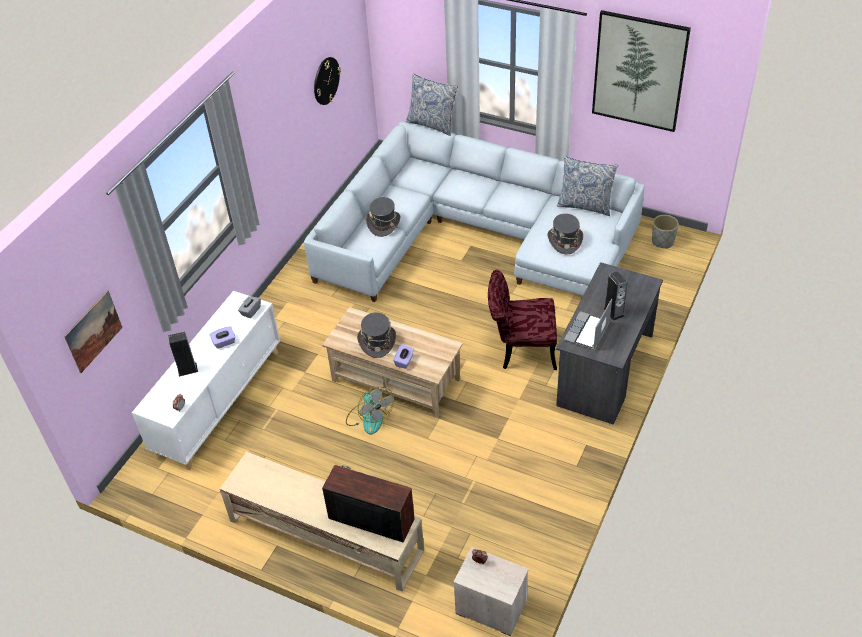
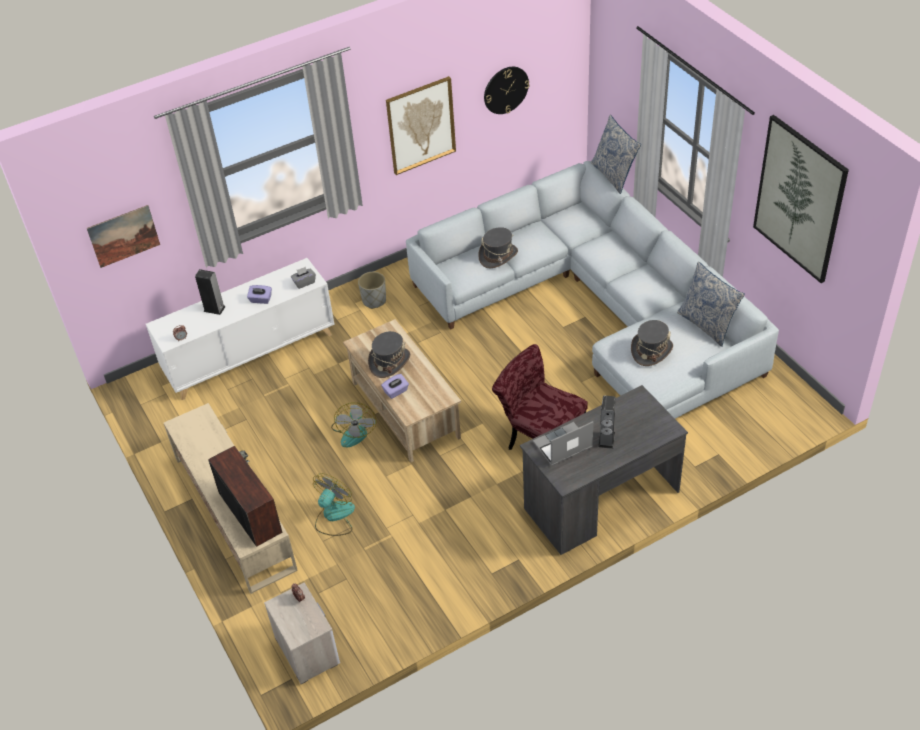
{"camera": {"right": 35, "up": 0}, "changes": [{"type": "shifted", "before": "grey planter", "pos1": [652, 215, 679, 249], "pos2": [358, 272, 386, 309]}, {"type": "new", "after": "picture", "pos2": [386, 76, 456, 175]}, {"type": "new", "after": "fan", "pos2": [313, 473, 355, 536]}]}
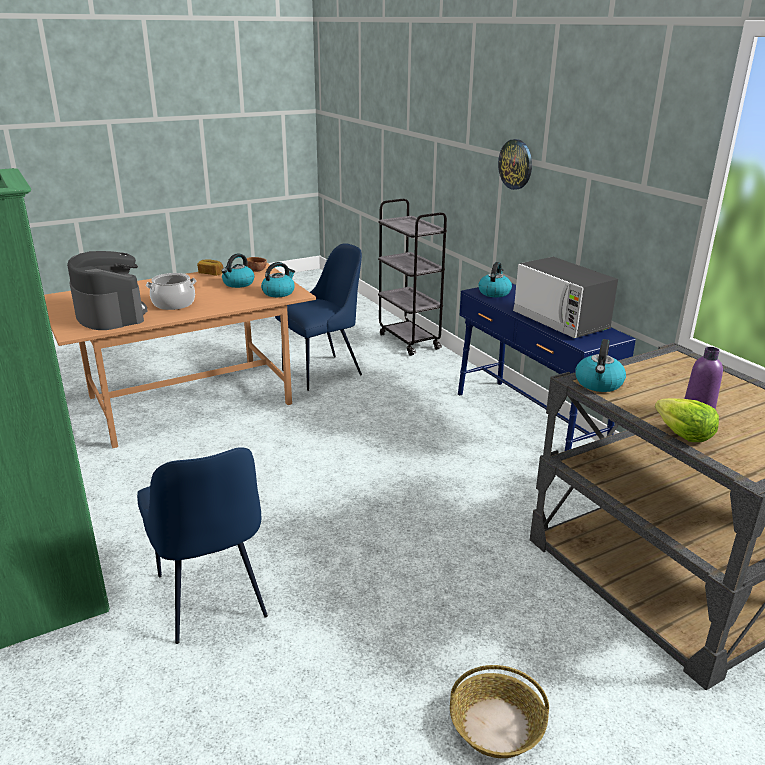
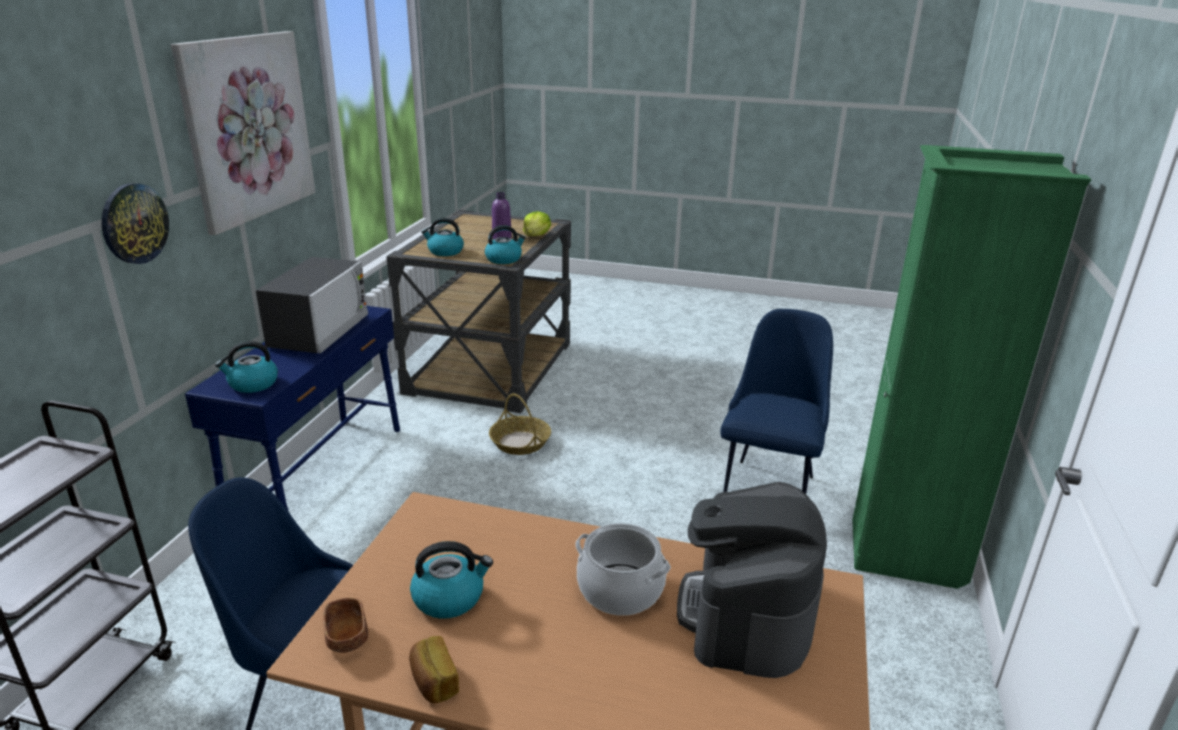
{"camera": {"right": -135, "up": 0}, "changes": [{"type": "shifted", "before": "kettle", "pos1": [261, 262, 295, 297], "pos2": [421, 218, 464, 256]}, {"type": "shifted", "before": "basket", "pos1": [450, 665, 549, 758], "pos2": [489, 393, 551, 455]}, {"type": "new", "after": "picture", "pos2": [171, 31, 316, 235]}]}
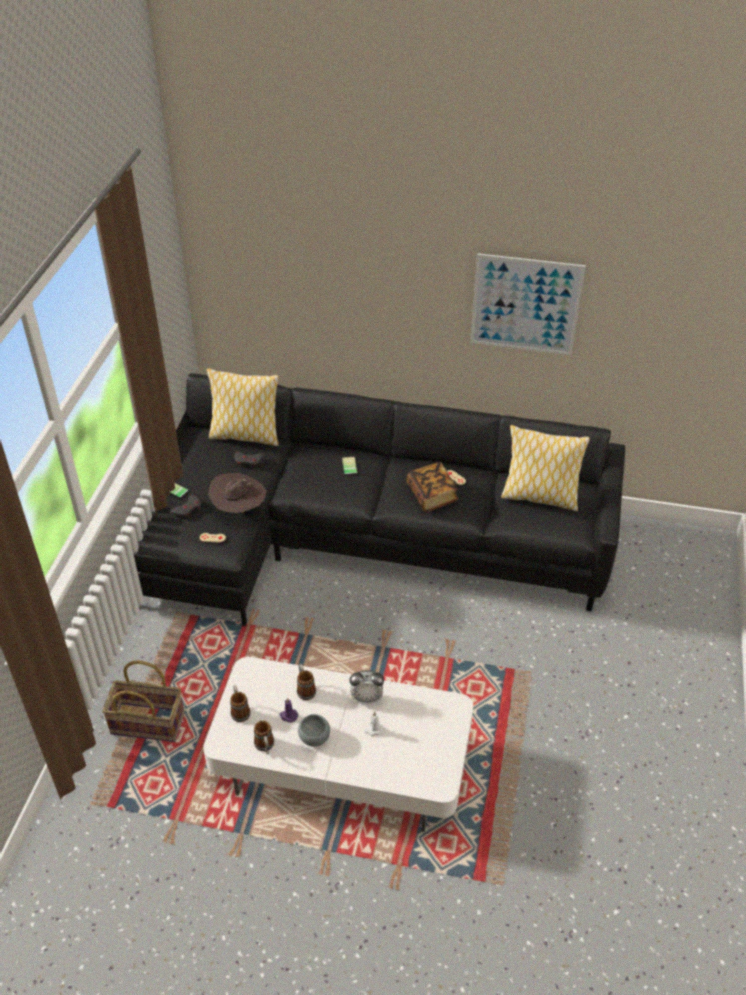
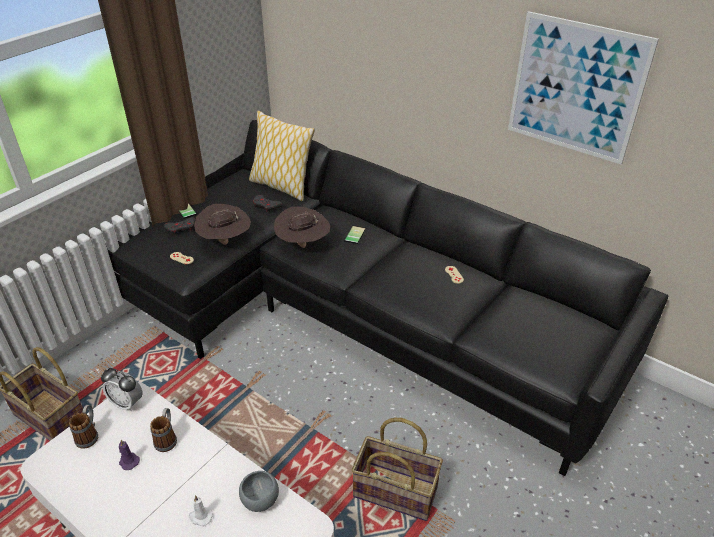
{"camera": {"right": 25, "up": -5}, "changes": [{"type": "gone", "before": "pillow", "pos1": [501, 425, 590, 511]}, {"type": "gone", "before": "book", "pos1": [406, 462, 458, 512]}, {"type": "shifted", "before": "alarm clock", "pos1": [349, 670, 384, 704], "pos2": [101, 368, 143, 412]}, {"type": "shifted", "before": "grey bowl", "pos1": [298, 714, 330, 747], "pos2": [239, 471, 279, 512]}, {"type": "gone", "before": "mug", "pos1": [254, 721, 274, 755]}, {"type": "new", "after": "brown hat", "pos2": [274, 207, 330, 248]}, {"type": "new", "after": "basket", "pos2": [352, 418, 443, 521]}]}
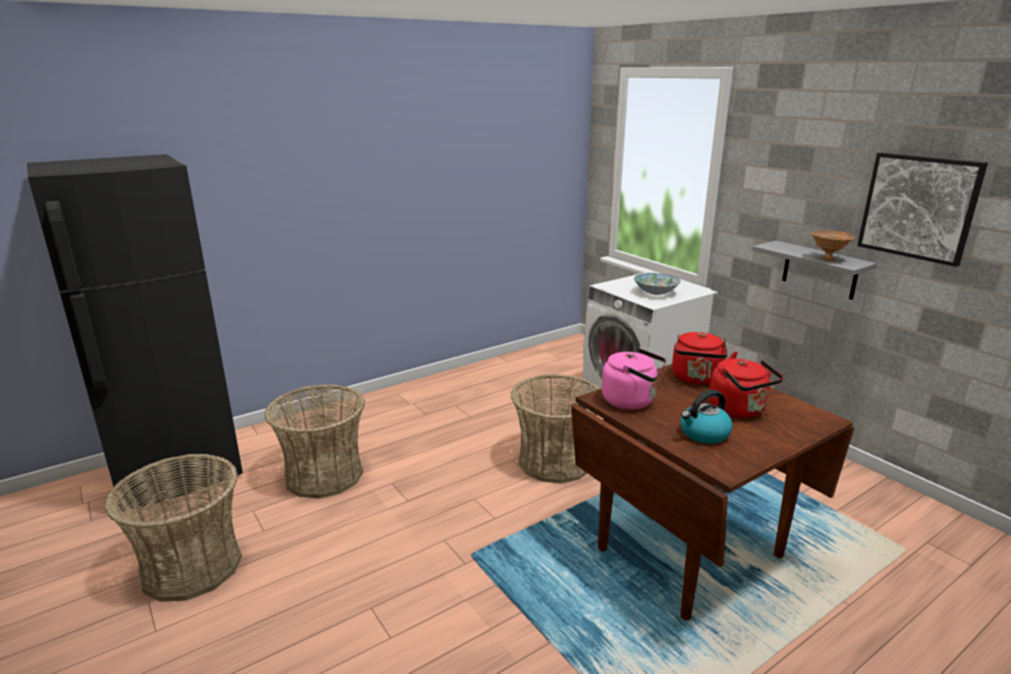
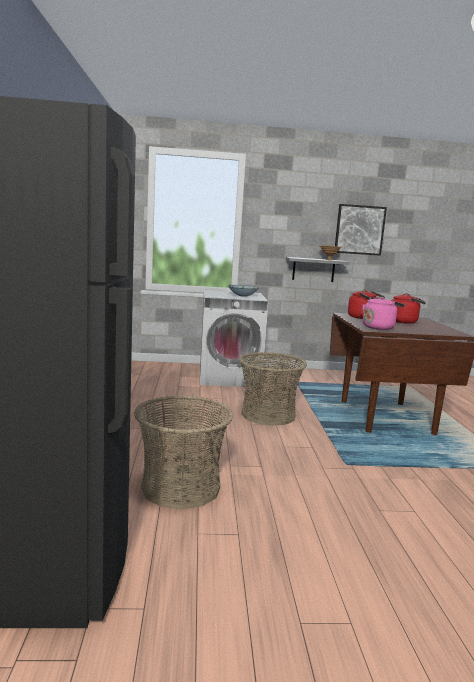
{"camera": {"right": -60, "up": -10}, "changes": [{"type": "gone", "before": "kettle", "pos1": [680, 390, 733, 444]}, {"type": "gone", "before": "basket", "pos1": [104, 454, 242, 602]}]}
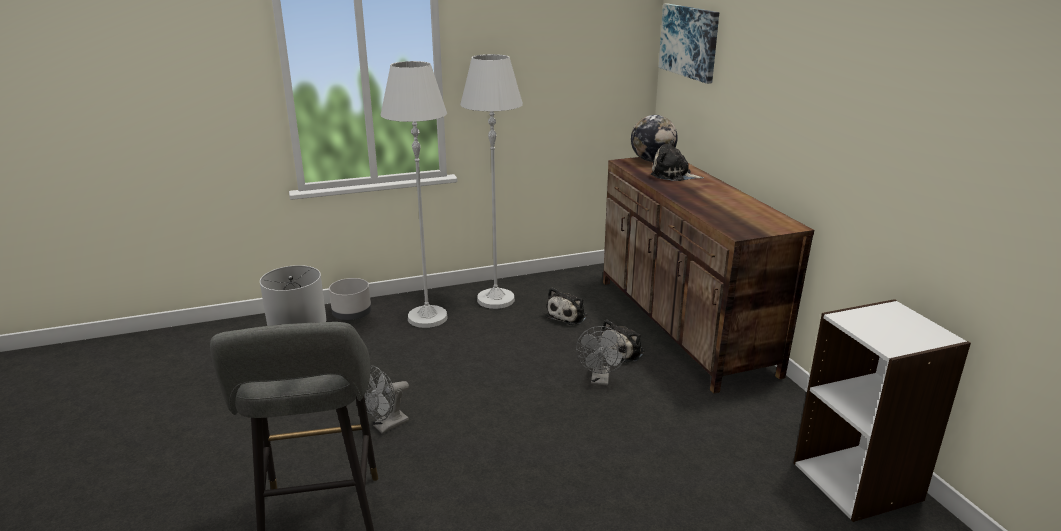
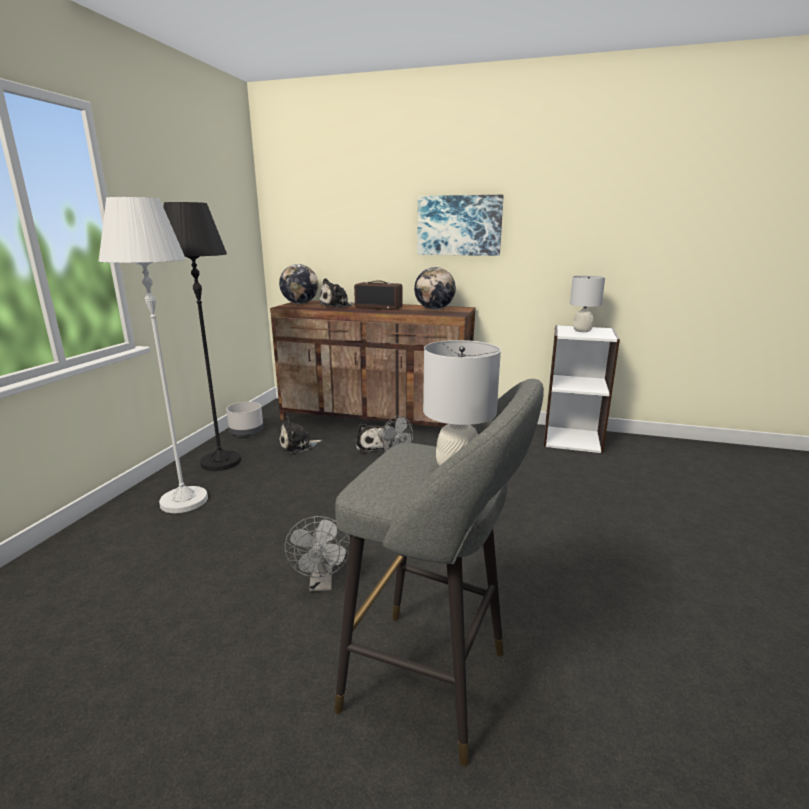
{"camera": {"right": -55, "up": -5}, "changes": [{"type": "shifted", "before": "picture", "pos1": [659, 4, 719, 84], "pos2": [417, 195, 504, 256]}, {"type": "repainted", "before": "white floor lamp", "after": "black floor lamp", "pos1": [460, 54, 523, 309], "pos2": [163, 202, 241, 471]}, {"type": "shifted", "before": "grey planter", "pos1": [329, 278, 371, 320], "pos2": [226, 402, 263, 436]}, {"type": "rotated", "before": "plush toy", "pos1": [546, 287, 587, 325], "pos2": [279, 416, 322, 453], "turn": 90}, {"type": "new", "after": "globe", "pos2": [414, 267, 456, 310]}, {"type": "new", "after": "grey table lamp", "pos2": [570, 276, 605, 332]}, {"type": "new", "after": "radio", "pos2": [354, 280, 403, 310]}]}
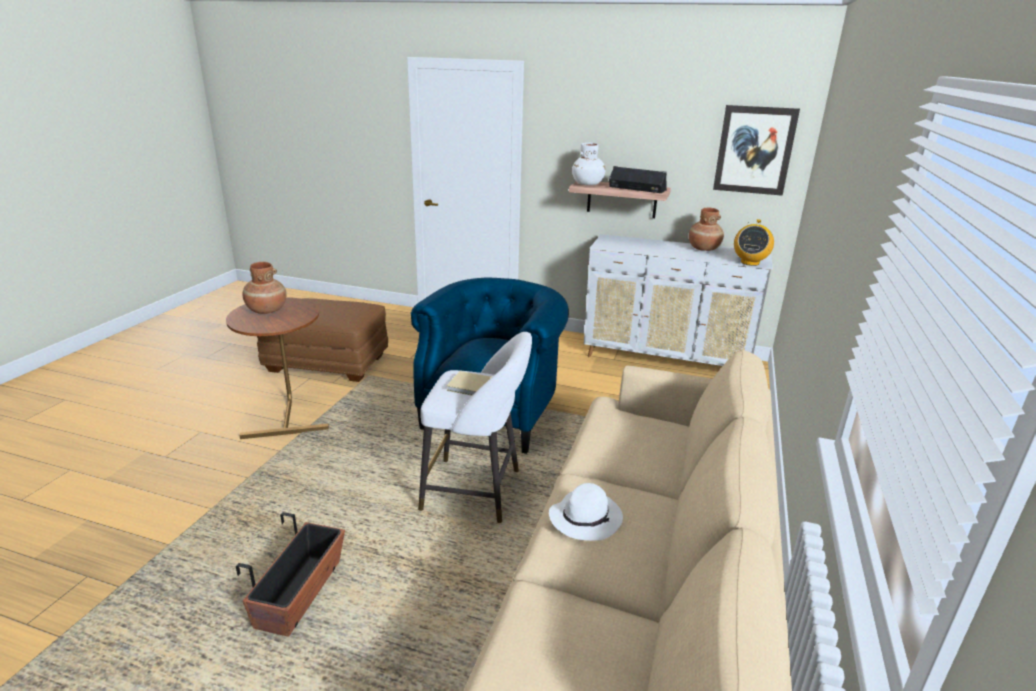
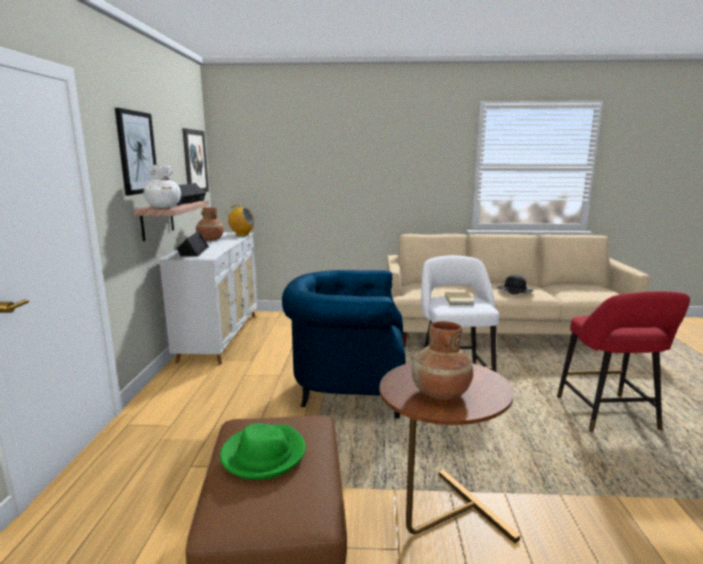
{"camera": {"right": -105, "up": -10}, "changes": [{"type": "repainted", "before": "white hat", "after": "black hat", "pos1": [549, 483, 623, 541], "pos2": [497, 275, 533, 294]}, {"type": "swapped", "before": "planter", "after": "red stool", "pos1": [236, 512, 345, 637], "pos2": [557, 291, 690, 432]}, {"type": "new", "after": "picture", "pos2": [115, 108, 157, 195]}, {"type": "new", "after": "black speaker", "pos2": [176, 231, 209, 256]}, {"type": "new", "after": "green hat", "pos2": [220, 423, 306, 480]}]}
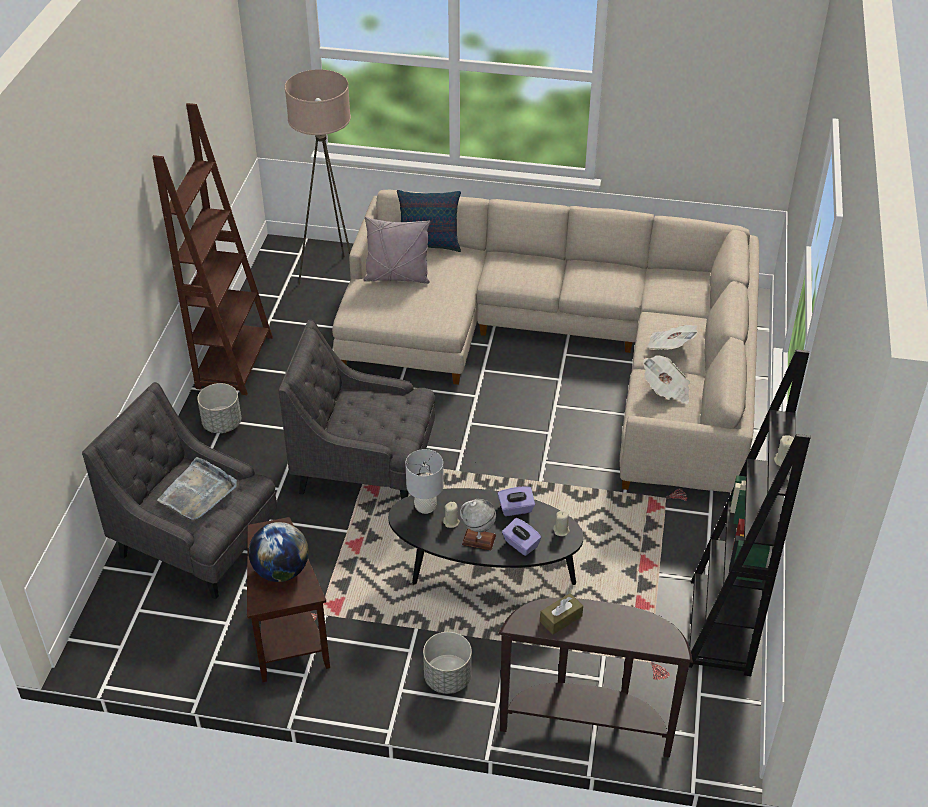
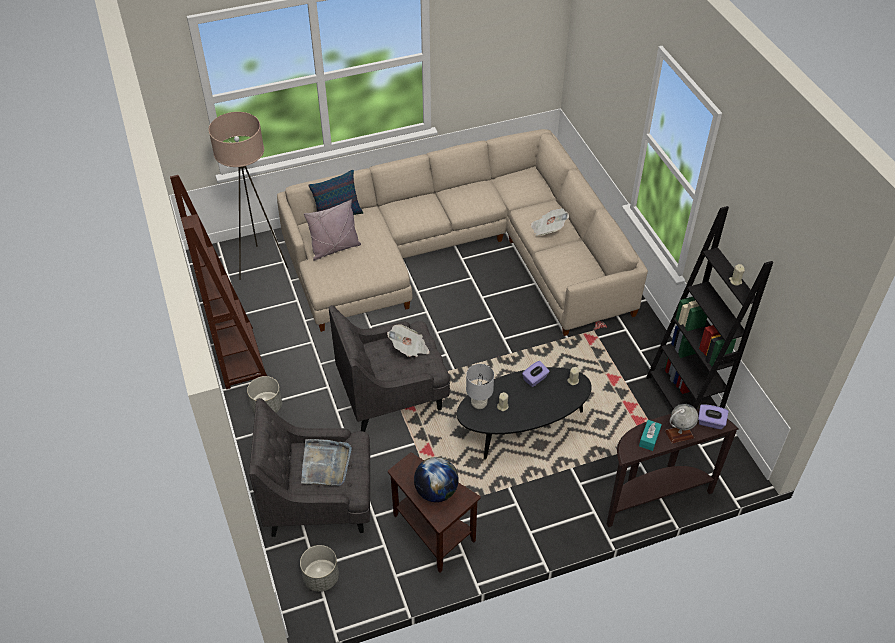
{"camera": {"right": -30, "up": 5}, "changes": [{"type": "shifted", "before": "newspaper", "pos1": [643, 355, 690, 404], "pos2": [387, 324, 430, 357]}, {"type": "shifted", "before": "globe", "pos1": [460, 498, 496, 550], "pos2": [665, 404, 698, 443]}, {"type": "shifted", "before": "purple tissue box", "pos1": [502, 518, 541, 556], "pos2": [698, 404, 729, 429]}, {"type": "repainted", "before": "brown tissue box", "after": "turquoise tissue box", "pos1": [540, 593, 583, 634], "pos2": [639, 420, 662, 451]}, {"type": "shifted", "before": "grey planter", "pos1": [423, 632, 472, 694], "pos2": [300, 545, 339, 592]}]}
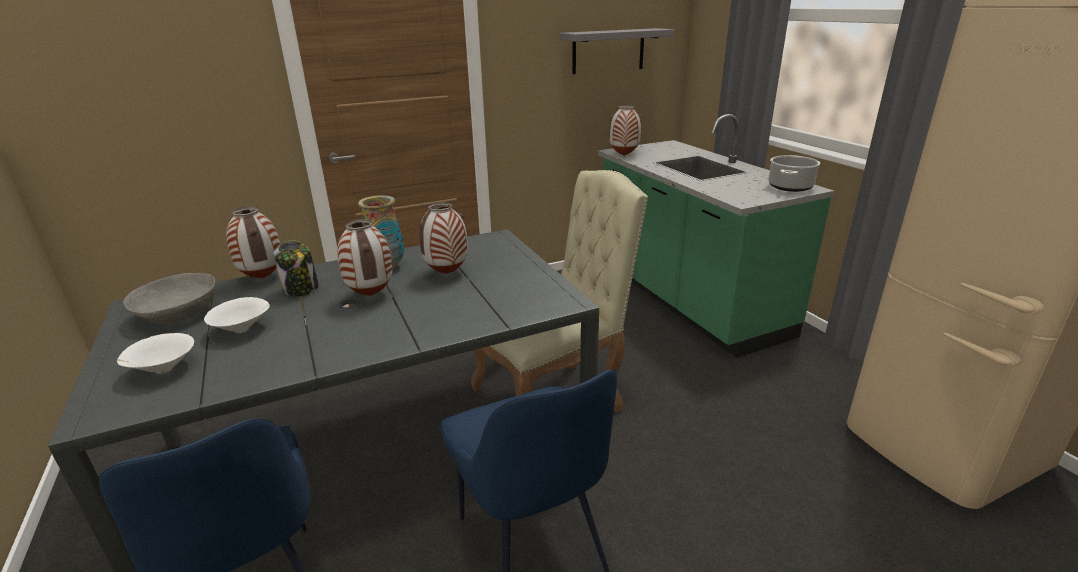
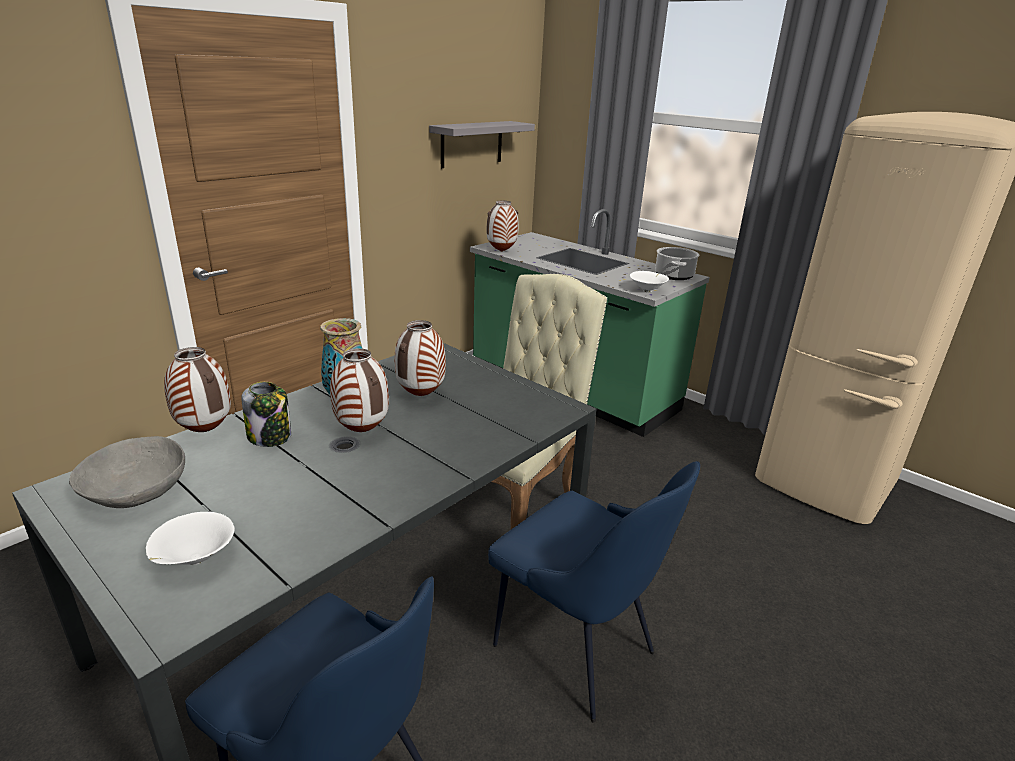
{"camera": {"right": -25, "up": 0}, "changes": [{"type": "shifted", "before": "white bowl", "pos1": [204, 297, 270, 333], "pos2": [630, 271, 669, 292]}]}
